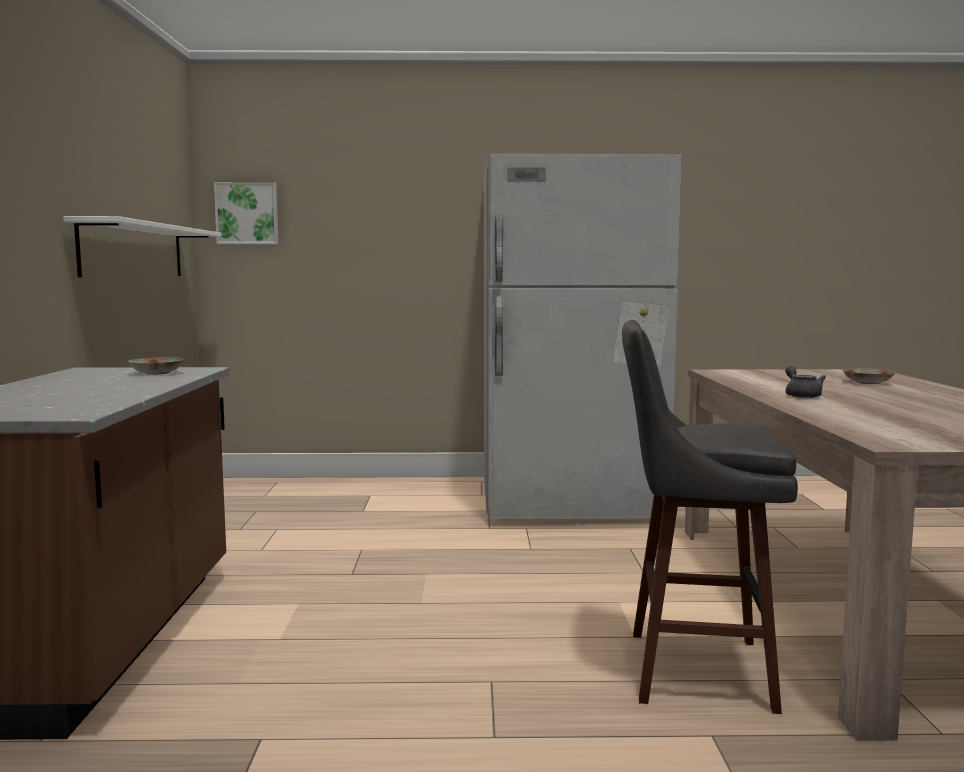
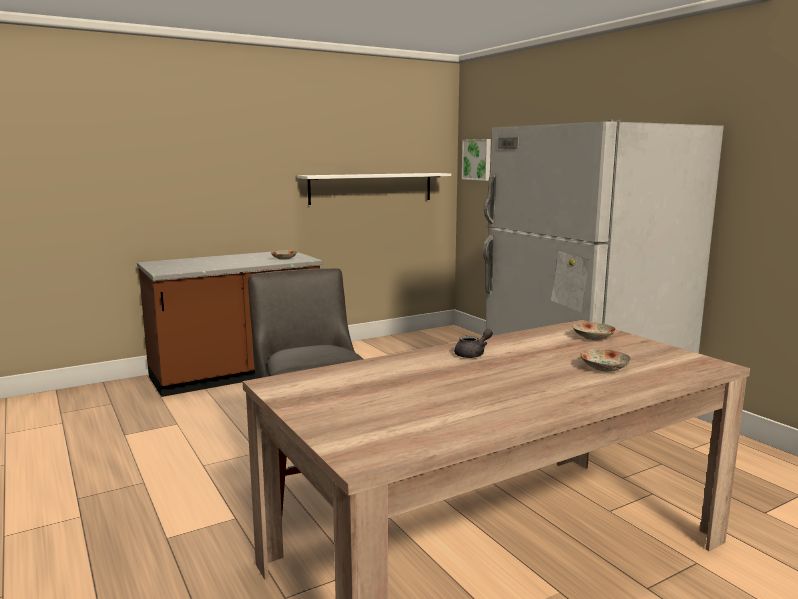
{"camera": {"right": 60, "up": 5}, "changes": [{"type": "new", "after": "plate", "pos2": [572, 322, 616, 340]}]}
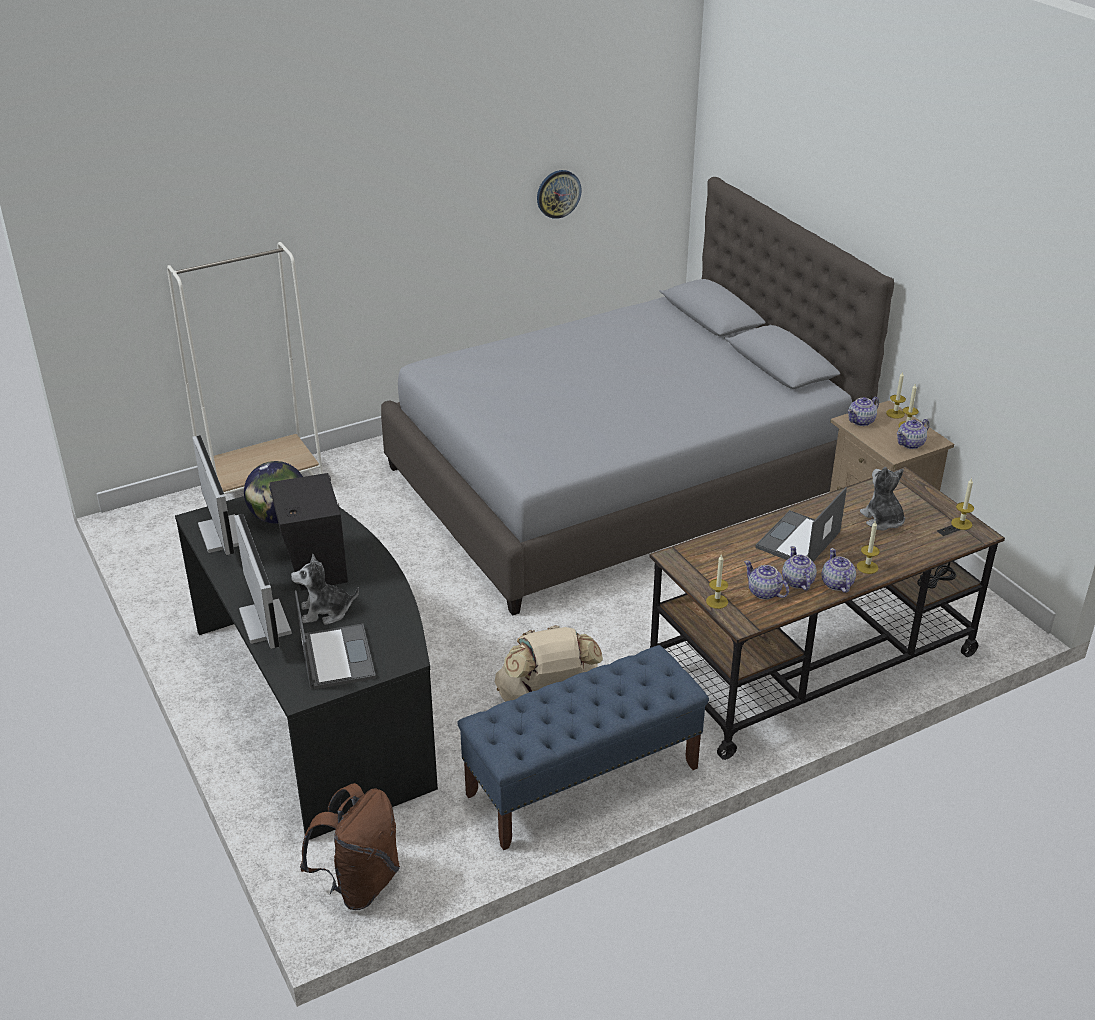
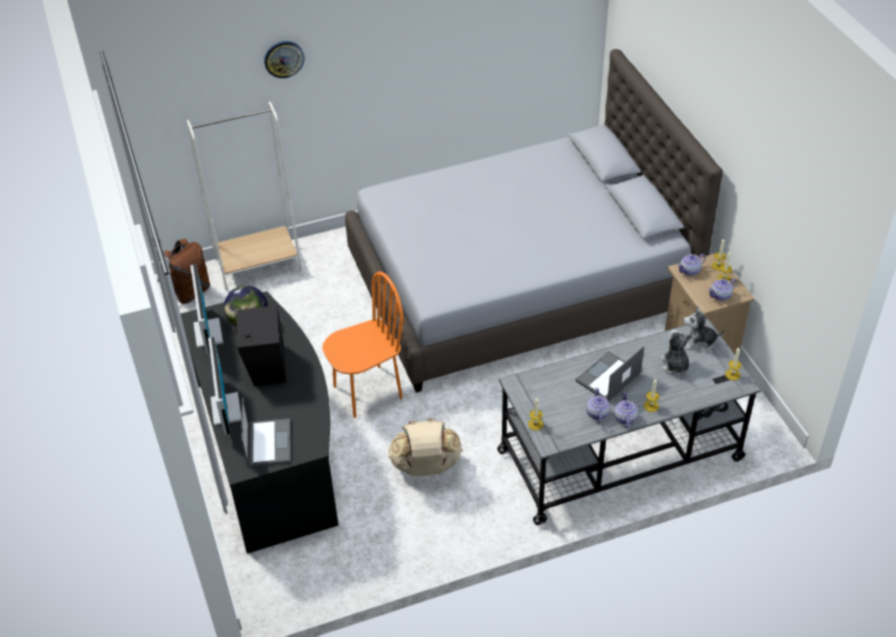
{"camera": {"right": 10, "up": 10}, "changes": [{"type": "shifted", "before": "wall clock", "pos1": [537, 170, 582, 219], "pos2": [264, 41, 304, 78]}, {"type": "repainted", "before": "brown desk", "after": "grey desk", "pos1": [649, 466, 1005, 760], "pos2": [497, 319, 761, 525]}, {"type": "shifted", "before": "plush toy", "pos1": [291, 554, 359, 625], "pos2": [683, 306, 724, 352]}, {"type": "gone", "before": "teapot", "pos1": [744, 560, 789, 600]}, {"type": "gone", "before": "blue bench", "pos1": [457, 645, 709, 850]}, {"type": "shifted", "before": "brown backpack", "pos1": [300, 783, 400, 910], "pos2": [157, 239, 211, 304]}, {"type": "new", "after": "orange chair", "pos2": [322, 272, 403, 418]}]}
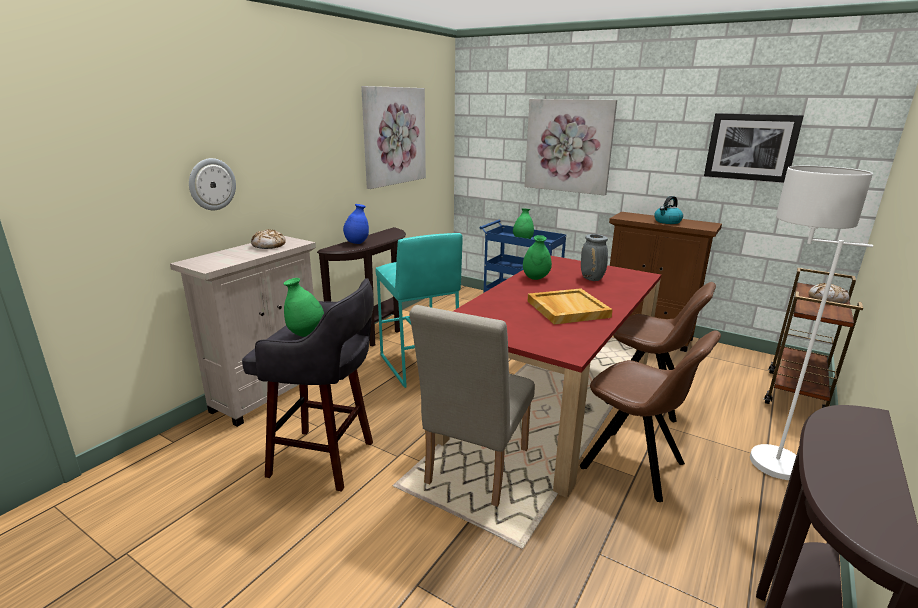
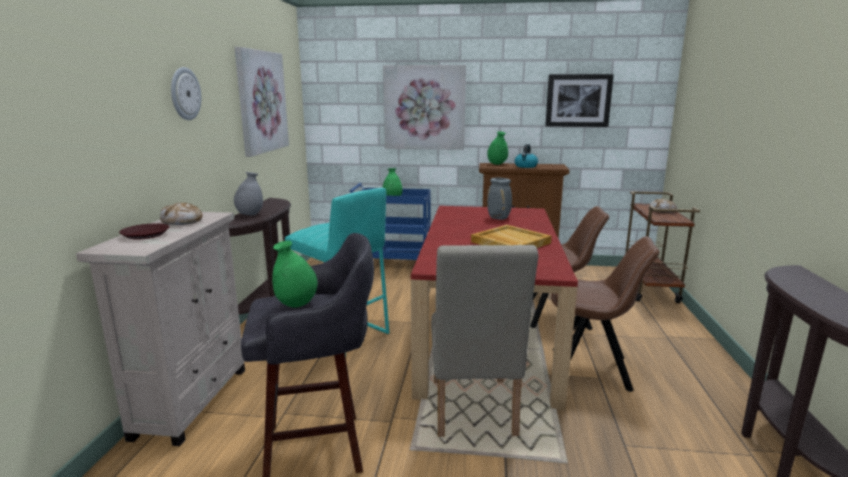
{"camera": {"right": -25, "up": -5}, "changes": [{"type": "shifted", "before": "wall clock", "pos1": [189, 158, 236, 210], "pos2": [171, 67, 201, 120]}, {"type": "gone", "before": "white floor lamp", "pos1": [750, 166, 873, 480]}, {"type": "repainted", "before": "blue vase", "after": "grey vase", "pos1": [343, 204, 369, 244], "pos2": [234, 172, 263, 215]}, {"type": "shifted", "before": "green vase", "pos1": [523, 235, 552, 280], "pos2": [487, 132, 508, 165]}, {"type": "new", "after": "brown plate", "pos2": [119, 223, 169, 240]}]}
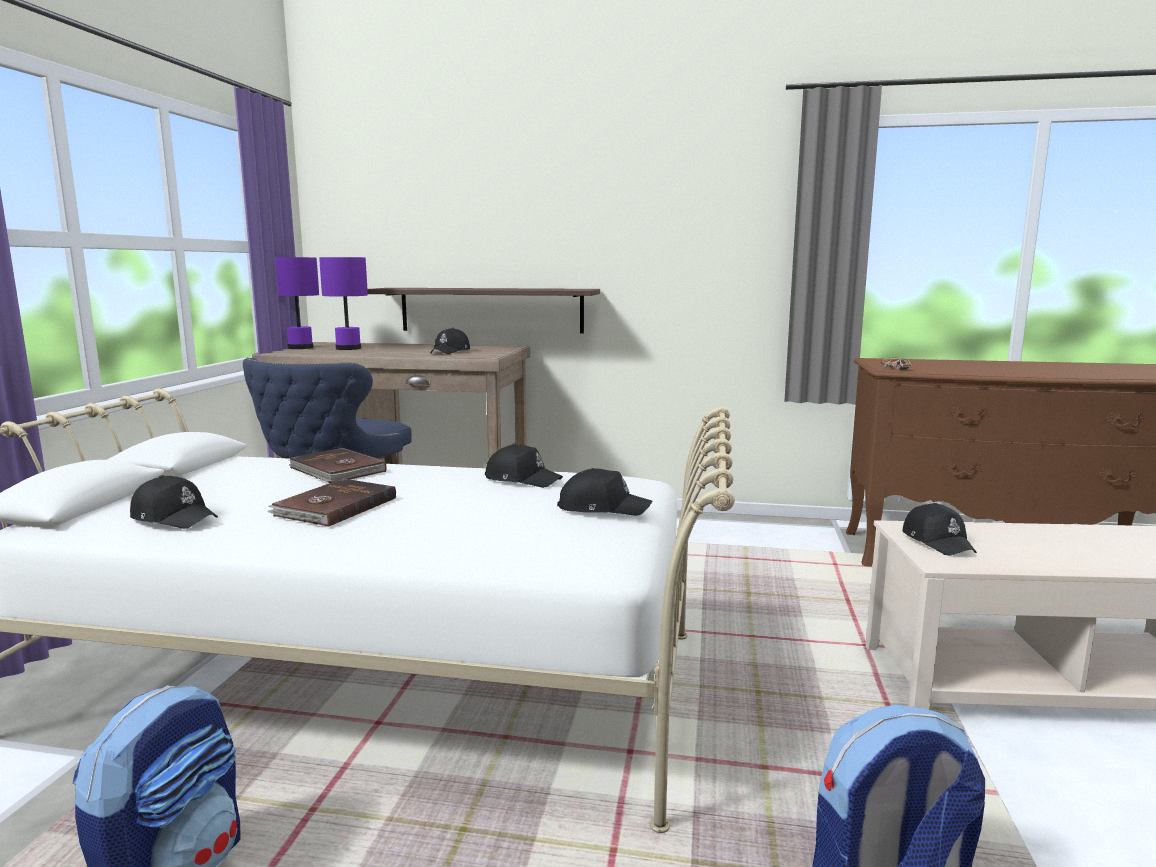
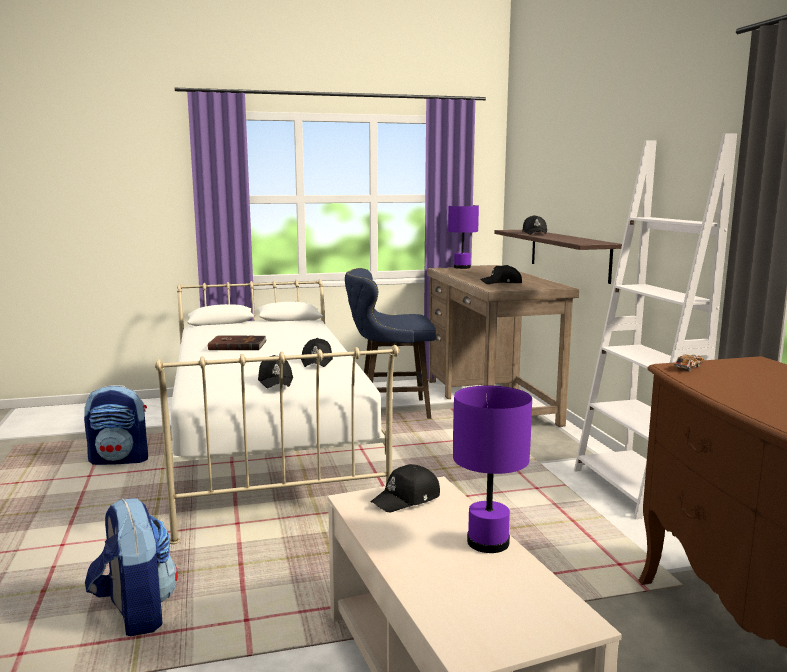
{"camera": {"right": 65, "up": 0}, "changes": [{"type": "shifted", "before": "purple table lamp", "pos1": [319, 257, 368, 350], "pos2": [453, 386, 532, 553]}, {"type": "gone", "before": "brown book", "pos1": [289, 448, 386, 483]}, {"type": "shifted", "before": "black cap", "pos1": [130, 475, 218, 529], "pos2": [522, 215, 547, 235]}, {"type": "new", "after": "white bookcase", "pos2": [574, 133, 737, 519]}]}
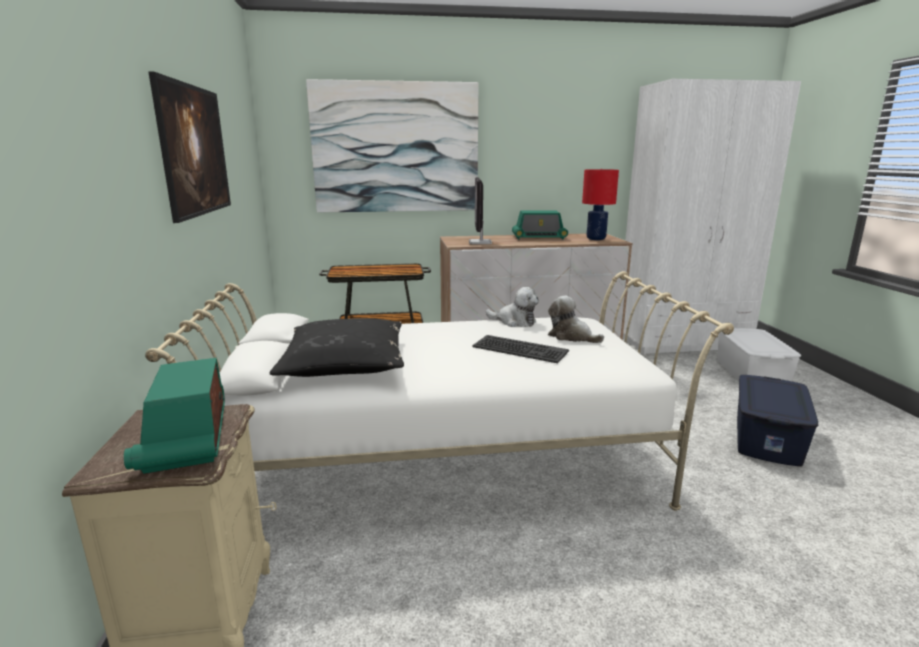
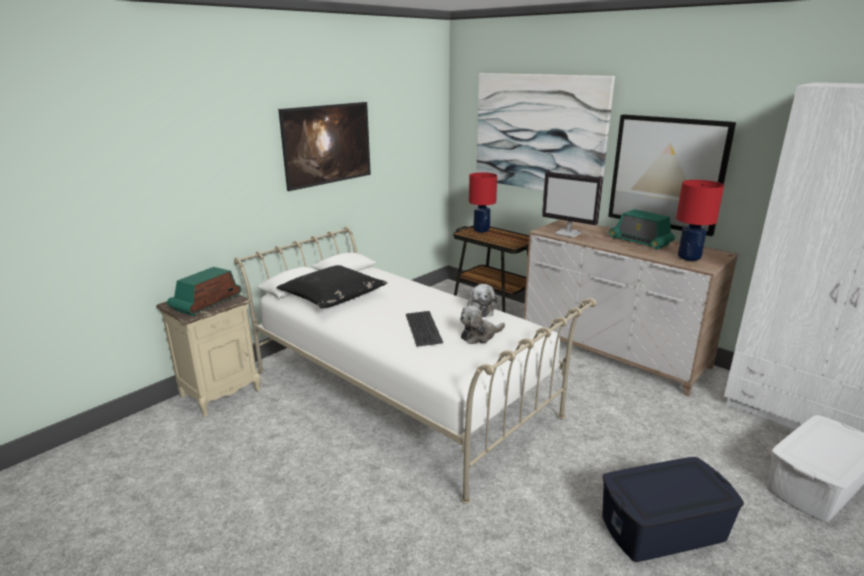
{"camera": {"right": 50, "up": 5}, "changes": [{"type": "rotated", "before": "monitor", "pos1": [469, 177, 492, 244], "pos2": [542, 172, 603, 238], "turn": -105}, {"type": "rotated", "before": "plush toy", "pos1": [548, 295, 604, 343], "pos2": [460, 306, 505, 344], "turn": -120}, {"type": "new", "after": "picture", "pos2": [608, 114, 736, 236]}, {"type": "new", "after": "red table lamp", "pos2": [469, 172, 497, 232]}]}
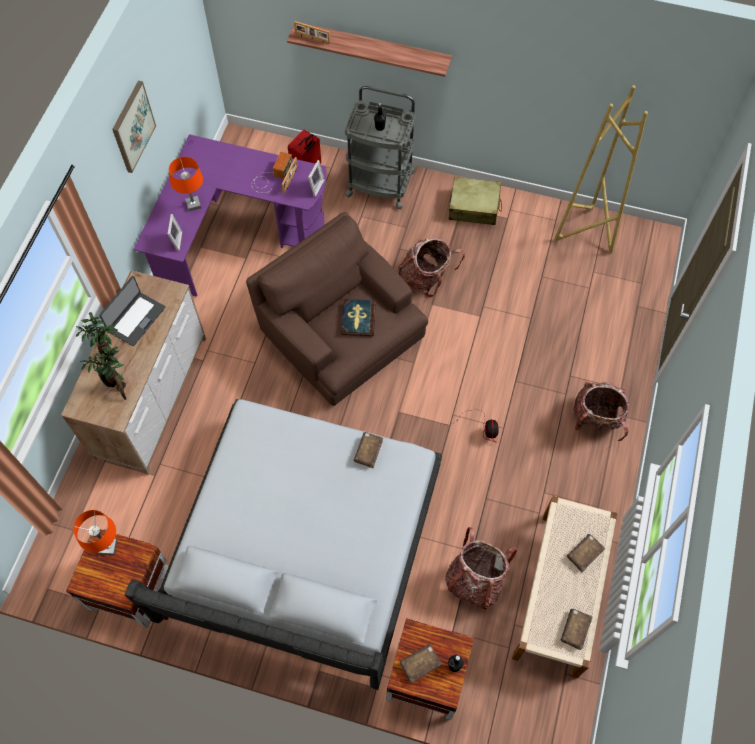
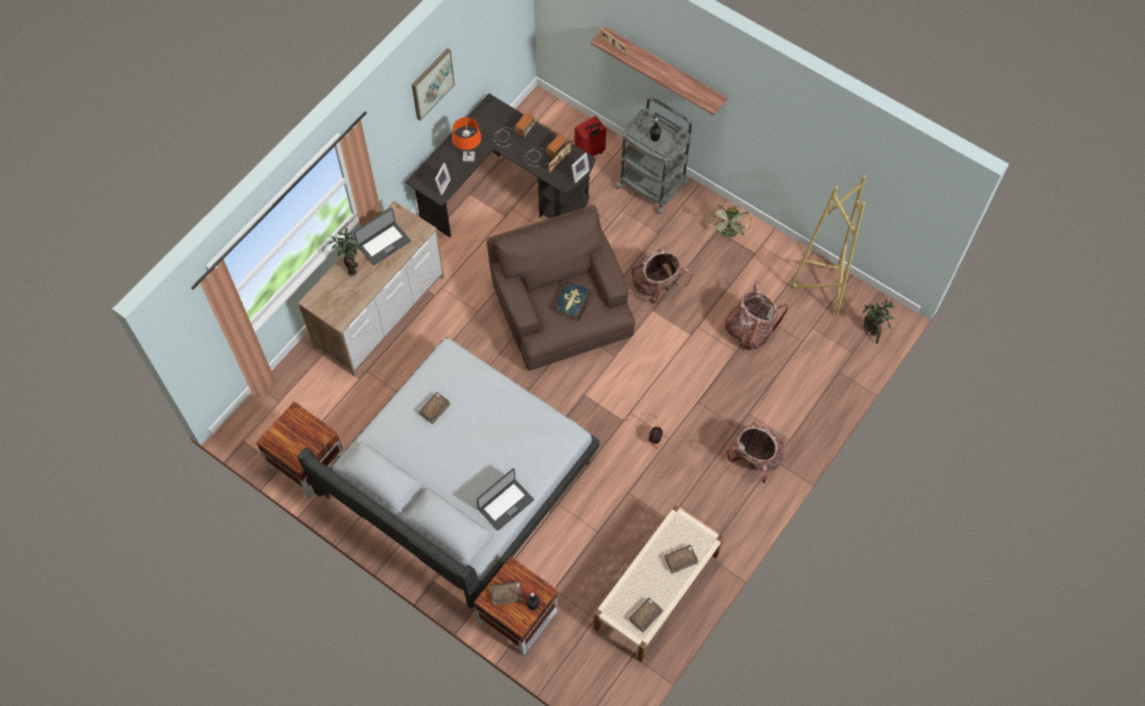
{"camera": {"right": 20, "up": 0}, "changes": [{"type": "repainted", "before": "purple desk", "after": "black desk", "pos1": [133, 134, 327, 297], "pos2": [405, 93, 596, 237]}, {"type": "swapped", "before": "beige suitcase", "after": "green fan", "pos1": [449, 177, 502, 225], "pos2": [709, 203, 752, 238]}, {"type": "shifted", "before": "potted plant", "pos1": [80, 344, 126, 400], "pos2": [863, 299, 894, 344]}, {"type": "shifted", "before": "brown book", "pos1": [354, 432, 383, 468], "pos2": [419, 392, 450, 424]}, {"type": "gone", "before": "orange table lamp", "pos1": [73, 510, 118, 555]}, {"type": "shifted", "before": "backpack", "pos1": [445, 527, 517, 609], "pos2": [725, 281, 788, 350]}, {"type": "new", "after": "radio", "pos2": [494, 112, 535, 147]}, {"type": "new", "after": "laptop", "pos2": [476, 468, 534, 531]}]}
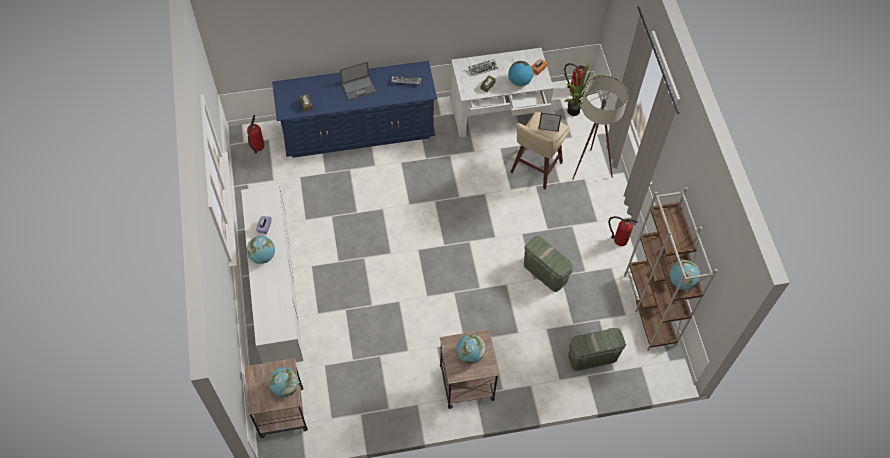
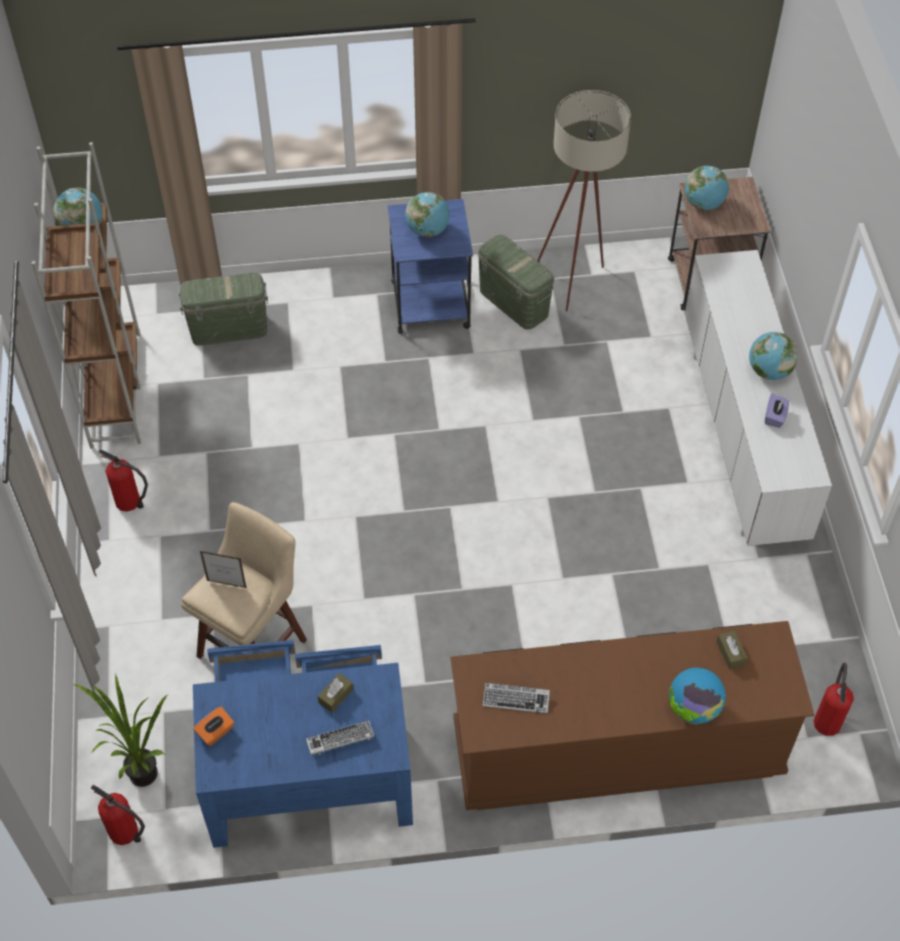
{"camera": {"right": -175, "up": -5}, "changes": [{"type": "repainted", "before": "white desk", "after": "blue desk", "pos1": [450, 48, 554, 137], "pos2": [193, 640, 413, 848]}, {"type": "repainted", "before": "blue dresser", "after": "brown dresser", "pos1": [272, 61, 437, 158], "pos2": [450, 621, 814, 810]}, {"type": "gone", "before": "laptop", "pos1": [340, 61, 376, 100]}, {"type": "shifted", "before": "globe", "pos1": [508, 61, 534, 87], "pos2": [668, 668, 726, 724]}, {"type": "shifted", "before": "beige floor lamp", "pos1": [572, 76, 629, 180], "pos2": [537, 90, 631, 312]}, {"type": "shifted", "before": "green storage box", "pos1": [524, 236, 573, 292], "pos2": [478, 235, 554, 330]}, {"type": "repainted", "before": "brown cart", "after": "blue cart", "pos1": [440, 329, 499, 409], "pos2": [388, 199, 473, 334]}]}
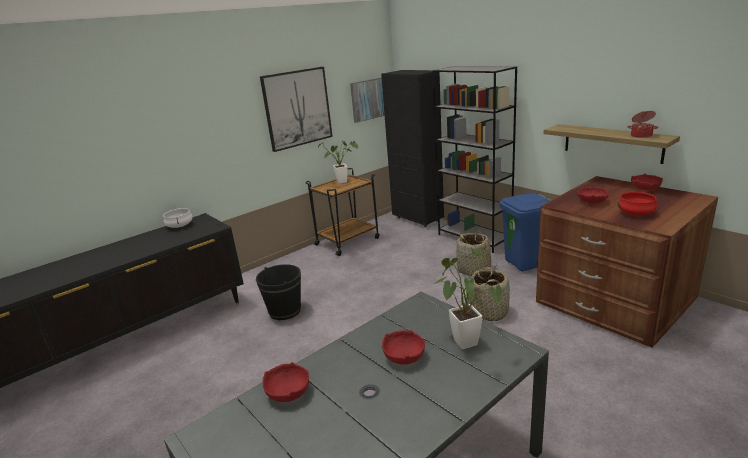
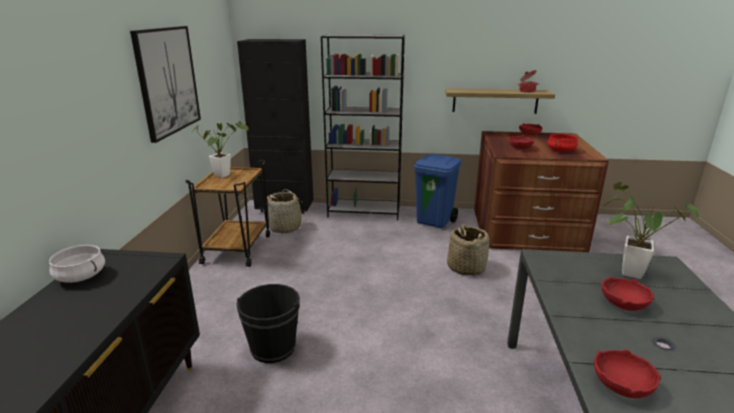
{"camera": {"right": -45, "up": 0}, "changes": [{"type": "gone", "before": "picture", "pos1": [350, 77, 385, 123]}, {"type": "shifted", "before": "basket", "pos1": [455, 231, 497, 276], "pos2": [267, 189, 309, 233]}]}
